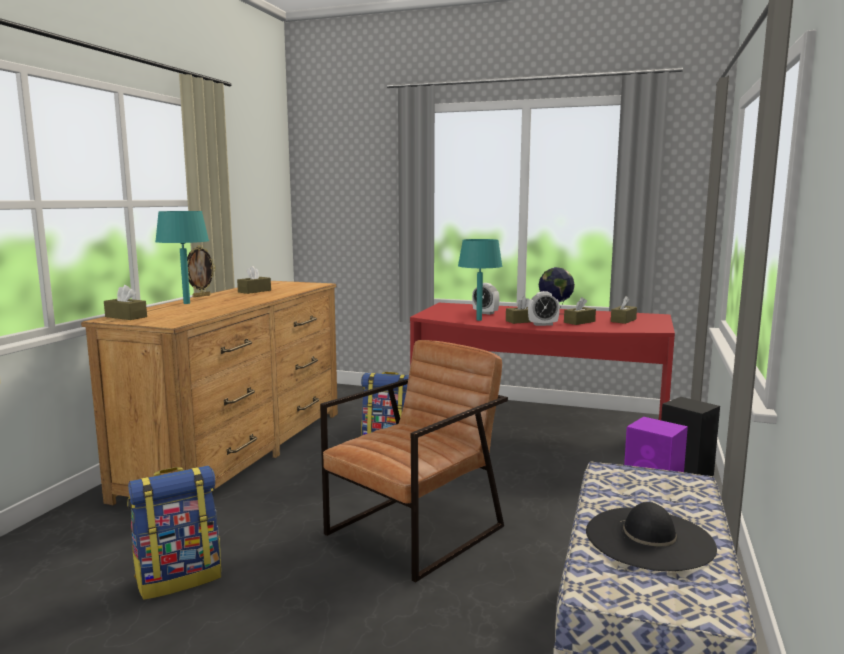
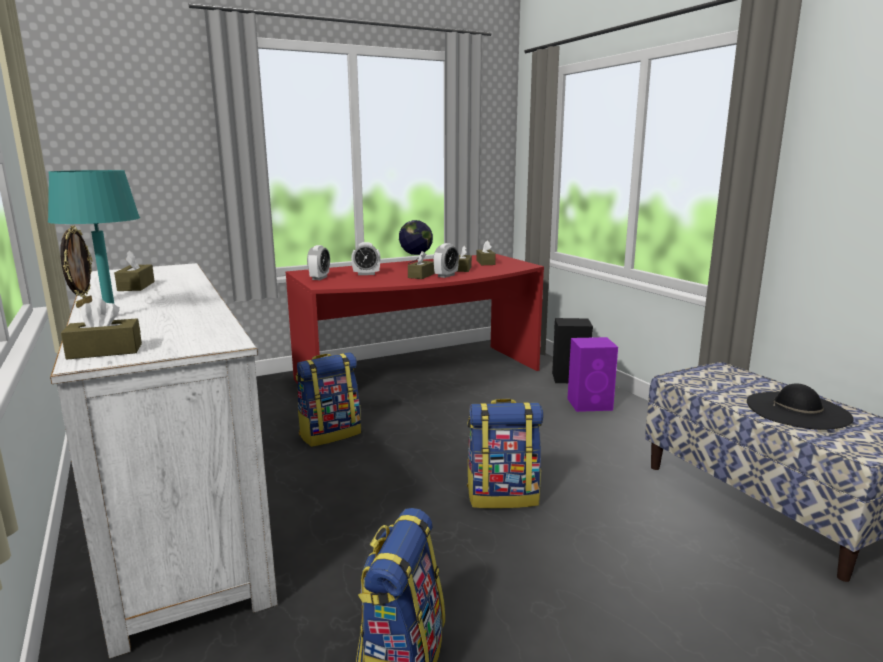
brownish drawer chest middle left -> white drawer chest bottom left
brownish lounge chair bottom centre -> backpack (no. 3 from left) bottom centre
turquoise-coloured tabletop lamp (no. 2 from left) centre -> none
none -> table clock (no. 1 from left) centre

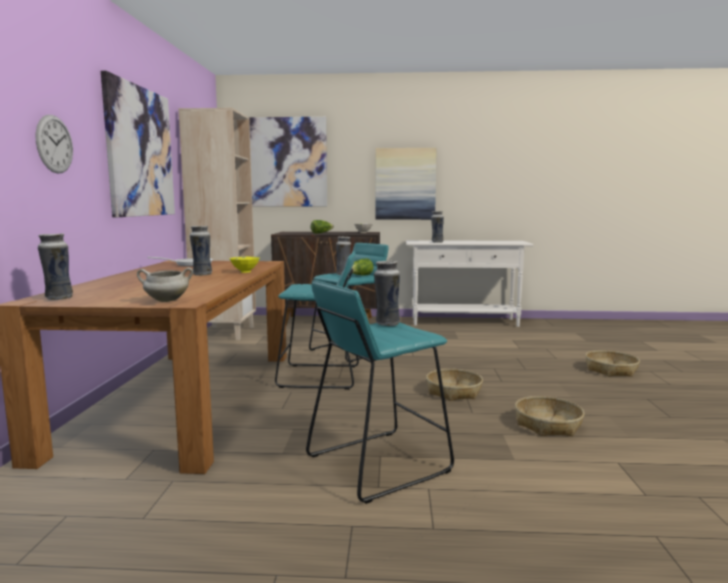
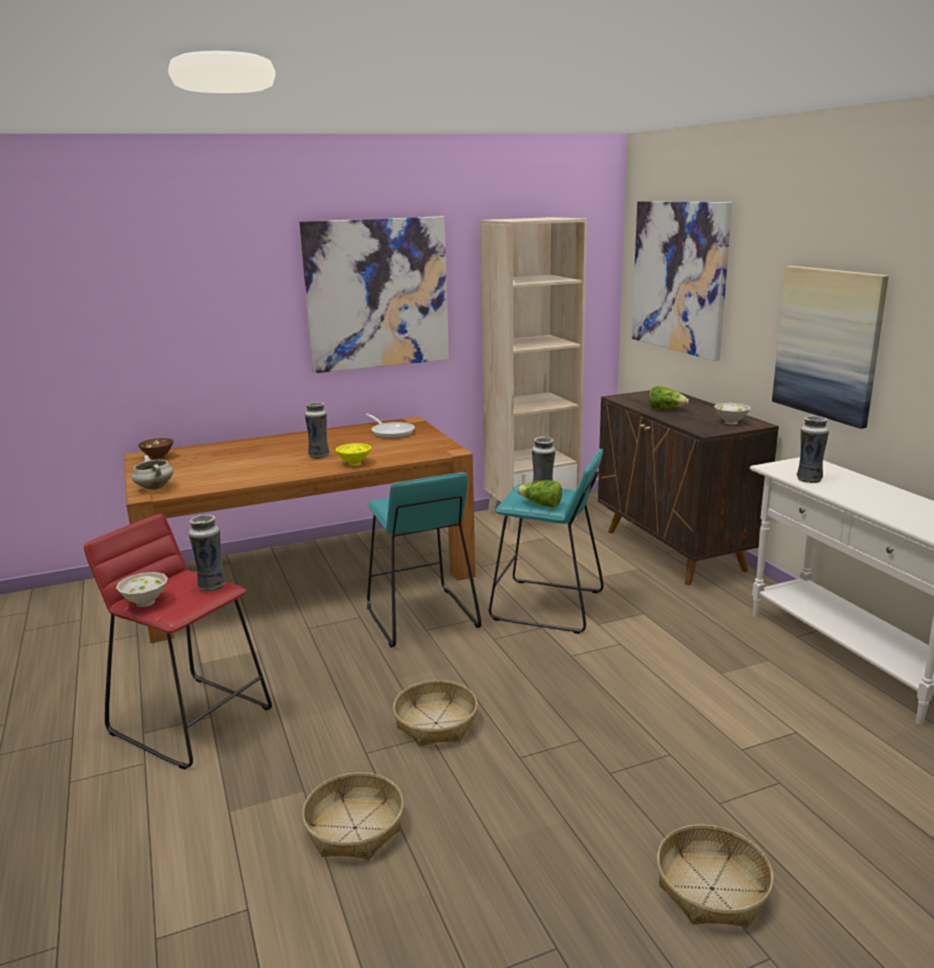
hanging clock top left -> none
vase (no. 1 from left) middle left -> brownish bowl middle left
turquoise-coloured stool seat (no. 3 from left) bottom centre -> red-coloured stool seat middle left
none -> white bowl (no. 1 from left) middle left

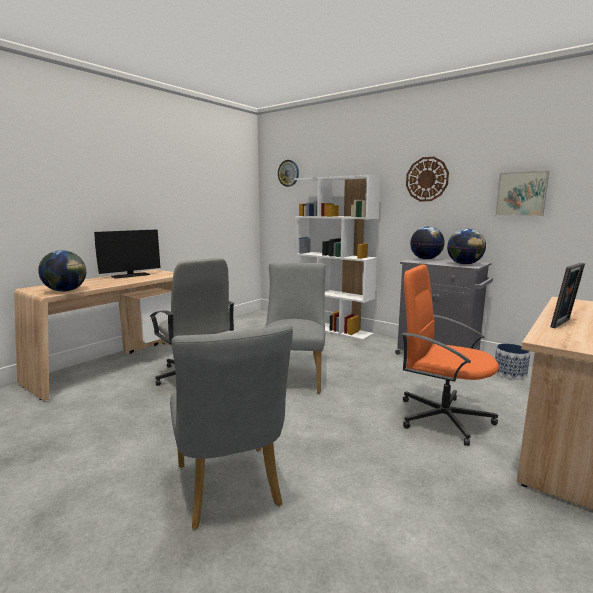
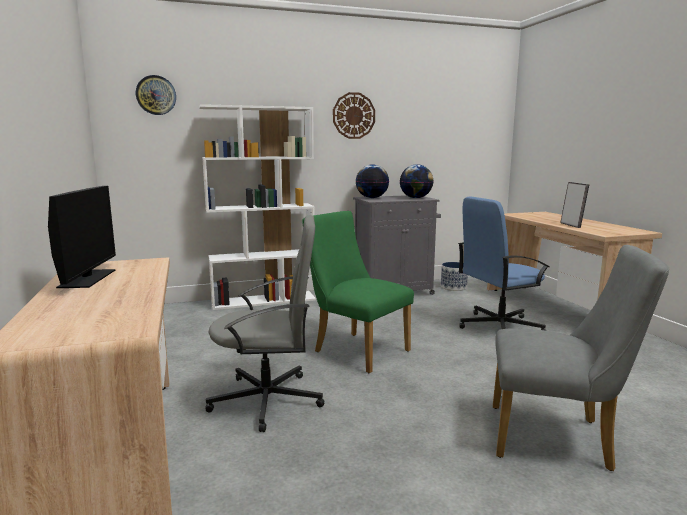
desk globe (no. 1 from left) middle left -> none
grey chair (no. 2 from left) centre -> green chair centre
orange-coloured desk chair middle right -> blue-coloured desk chair middle right
picture top right -> none

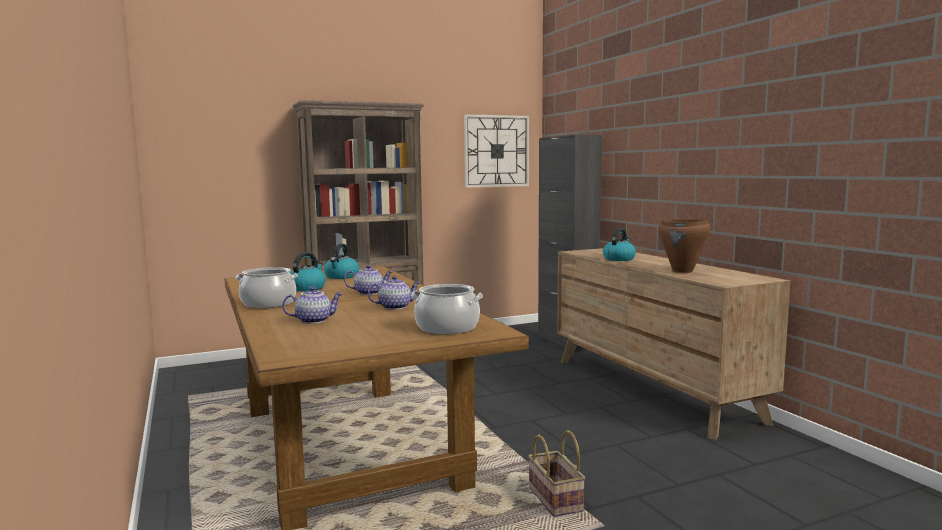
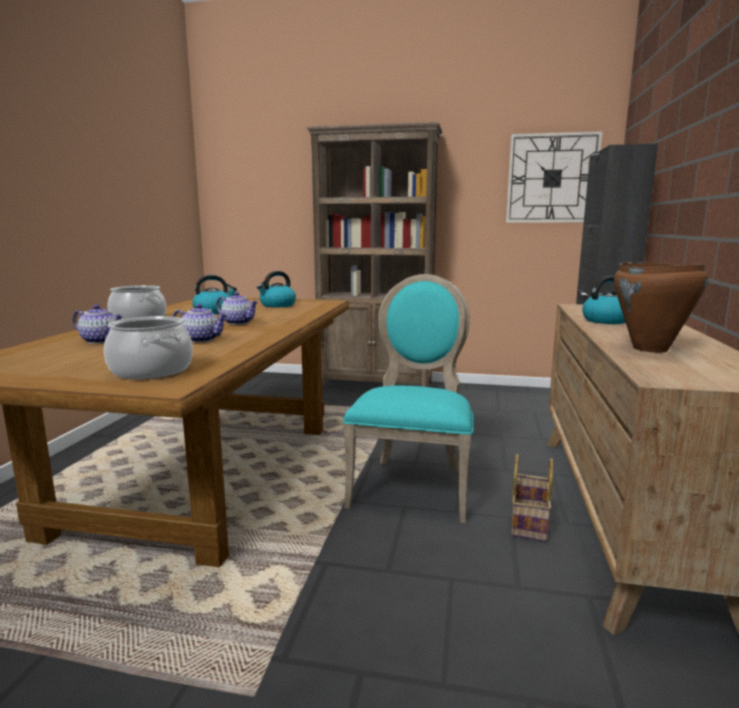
storage basket bottom centre -> storage basket bottom right, relocated
none -> turquoise-coloured chair centre

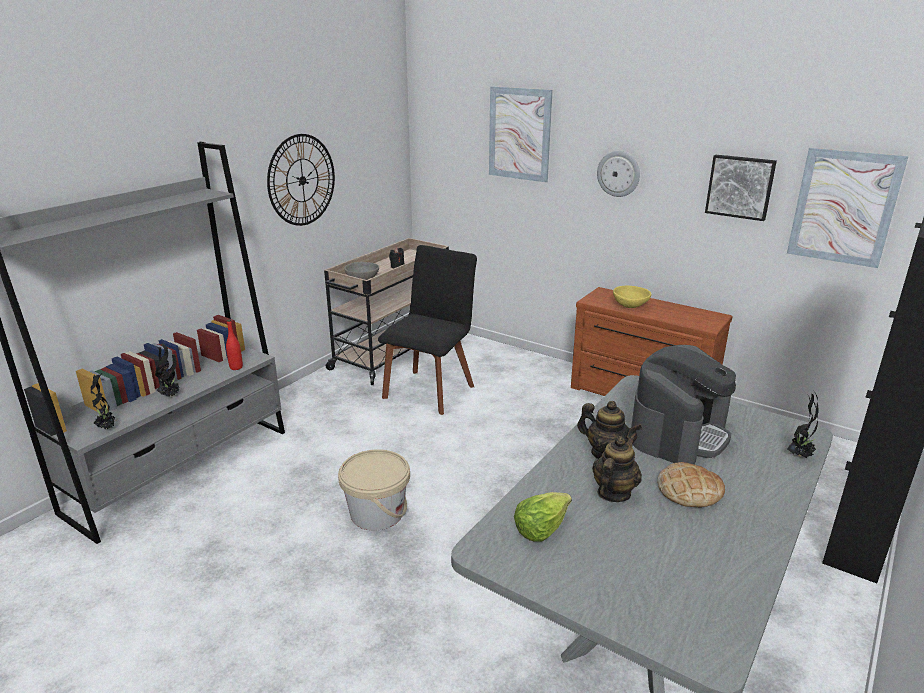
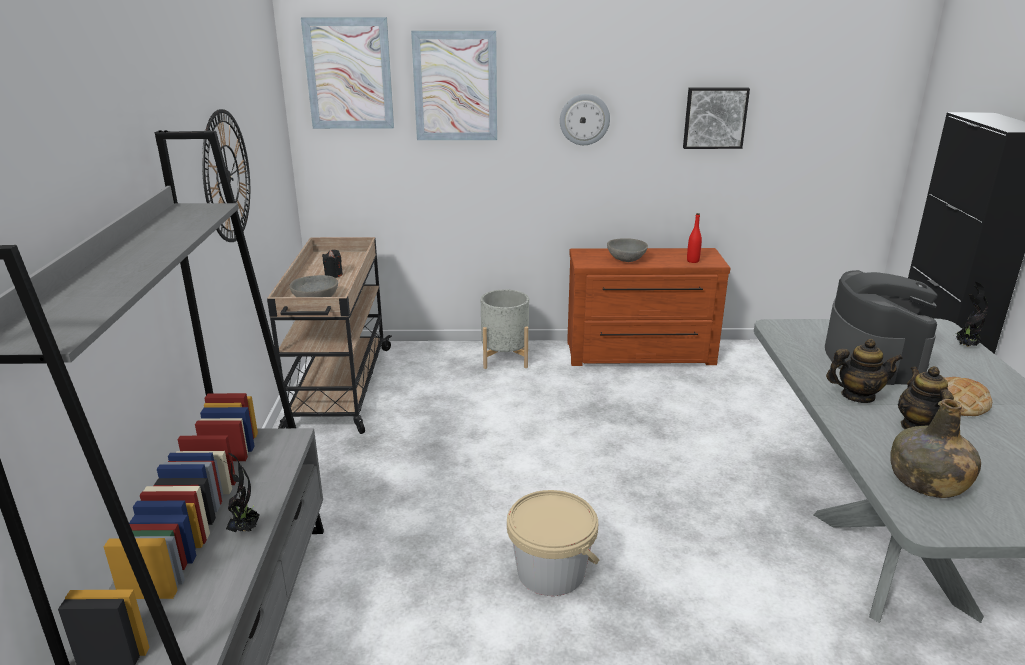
potted plant (no. 1 from left) middle left -> none
red-coloured bottle middle left -> red-coloured bottle middle right, relocated
blackish chair centre -> none
lettuce head bottom centre -> green bottle bottom right
yellowish bowl middle right -> grey bowl (no. 2 from left) centre
picture (no. 3 from left in the first image) top right -> picture (no. 1 from left) top centre, relocated
none -> grey planter centre

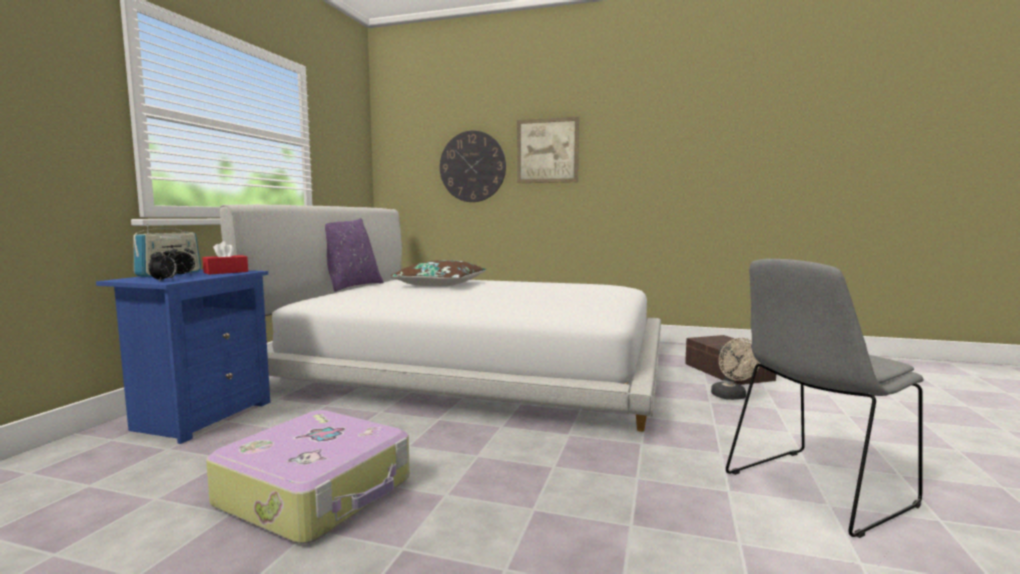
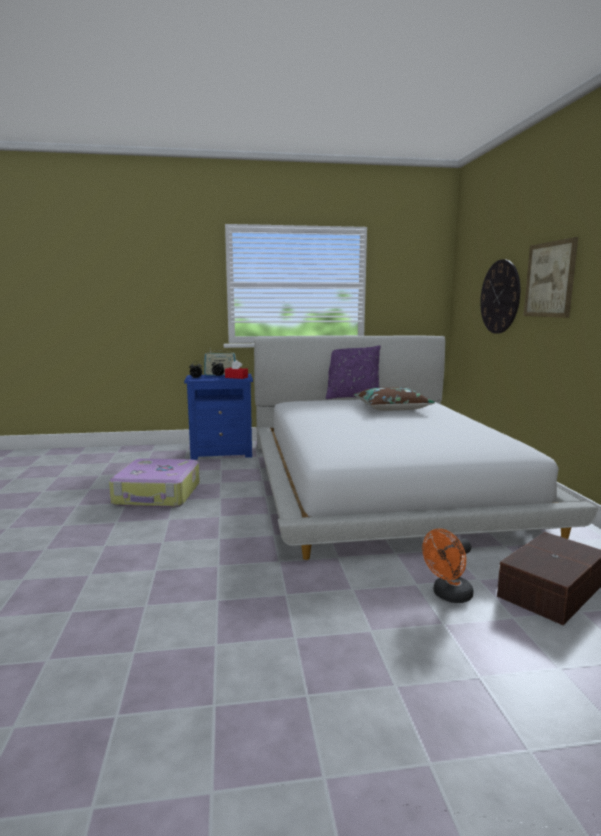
sand-coloured fan middle right -> orange-coloured fan bottom right
grey chair bottom right -> none

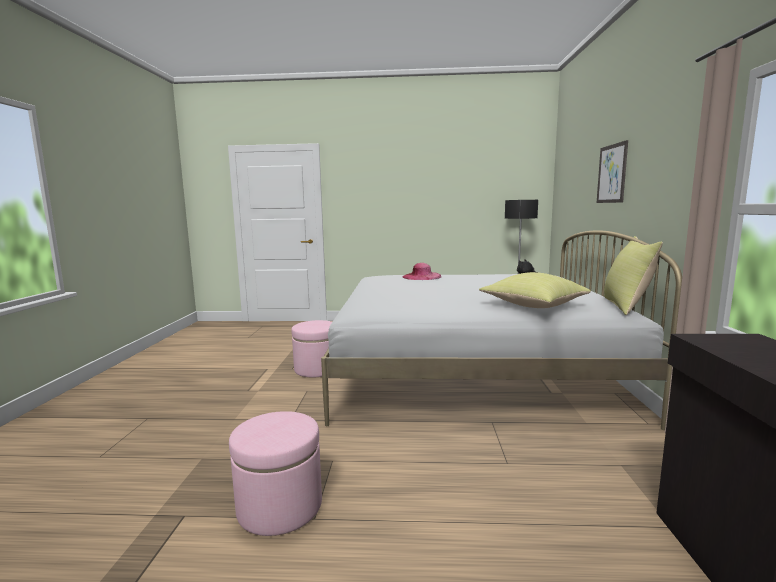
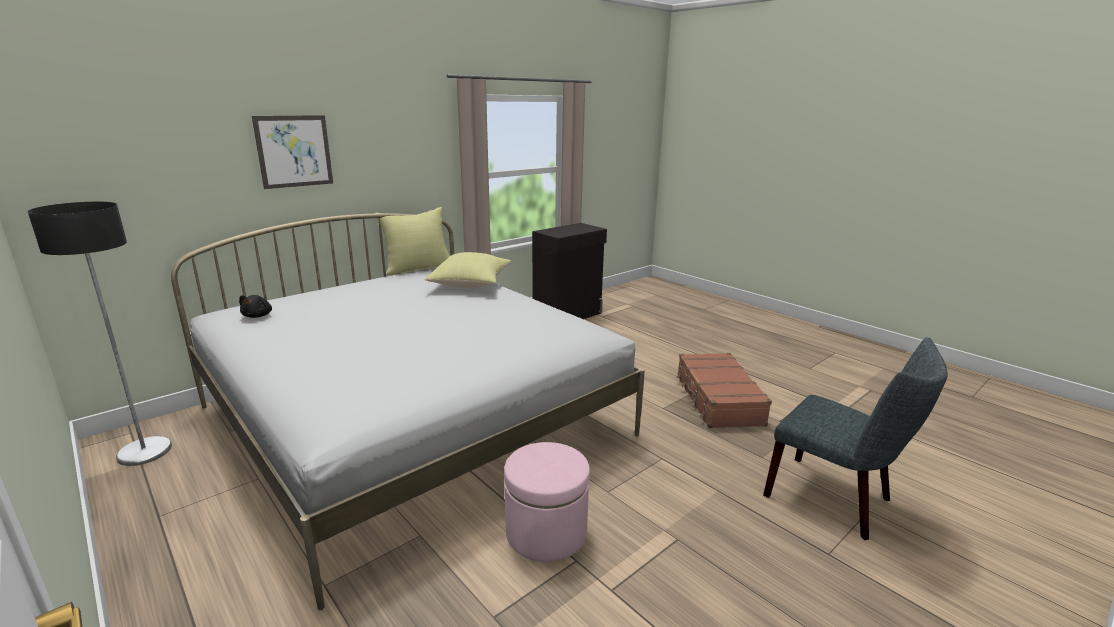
pink-coloured footrest (no. 1 from left) bottom centre -> brownish travel case centre
pink-coloured hat centre -> none
none -> grey chair bottom right

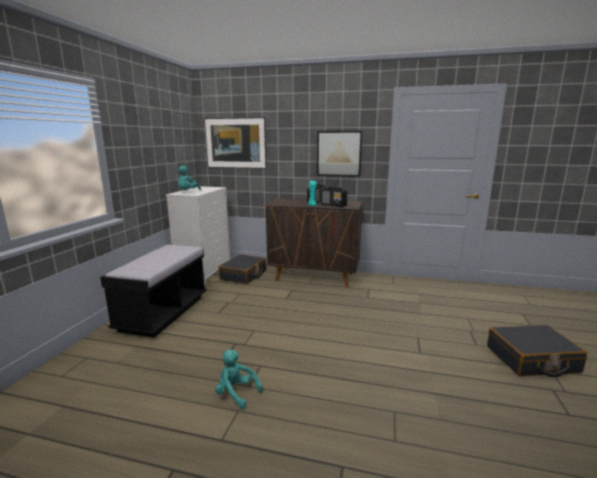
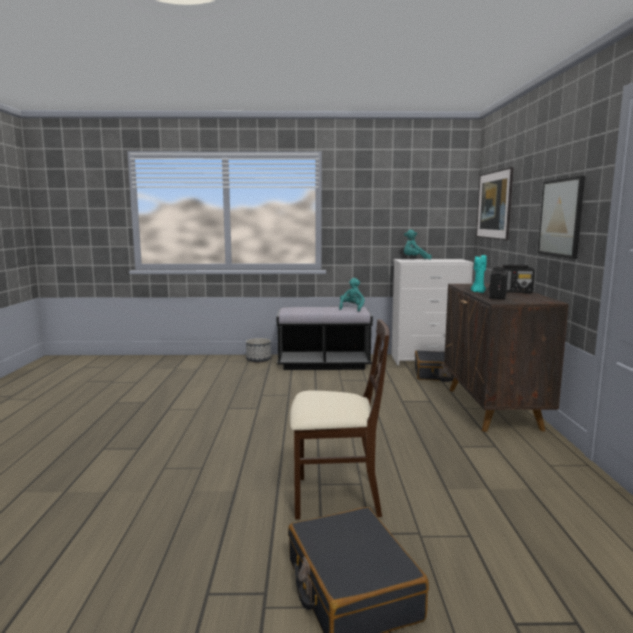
turquoise-coloured cuddly toy (no. 2 from left in the first image) bottom centre -> turquoise-coloured cuddly toy (no. 1 from left) centre, relocated
none -> planter centre
none -> sand-coloured chair centre

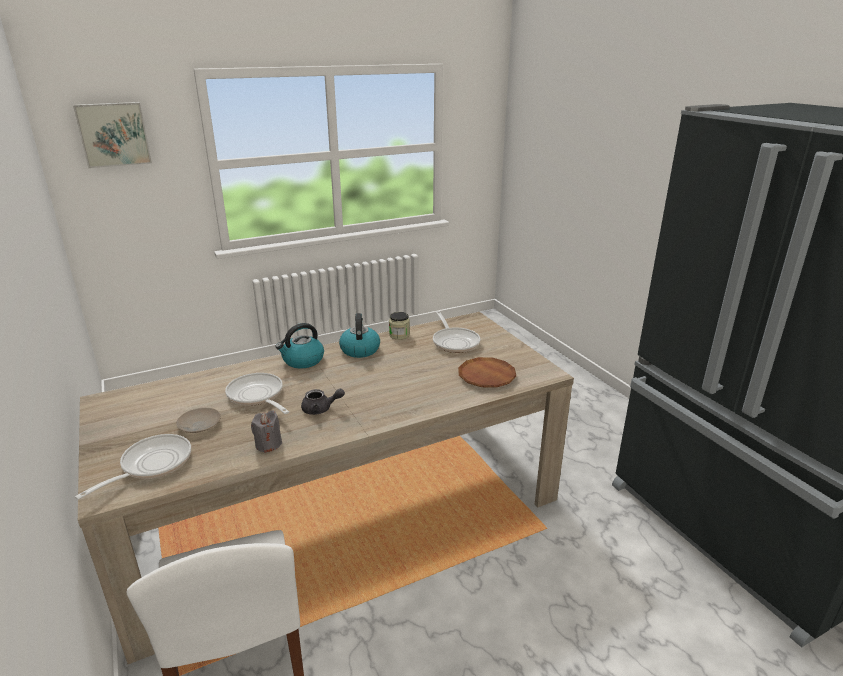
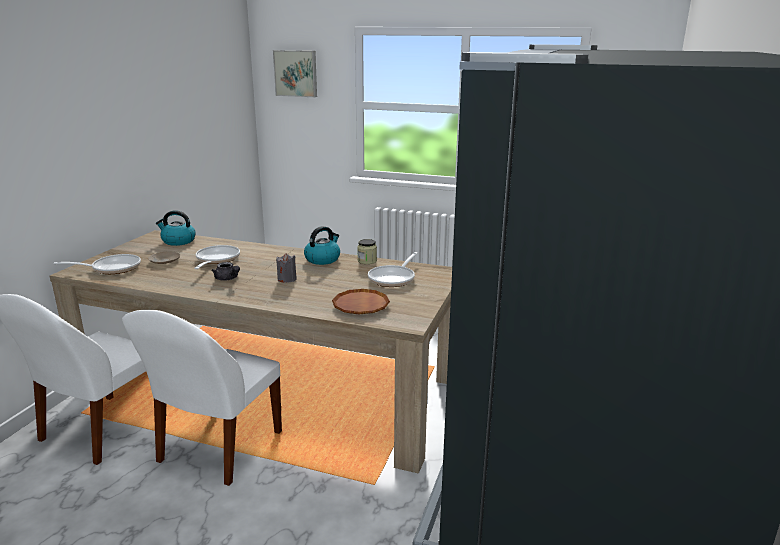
grey wax light middle left -> grey wax light centre, relocated
water kettle (no. 1 from left) centre -> water kettle (no. 1 from left) middle left, relocated
none -> white chair (no. 2 from left) bottom left

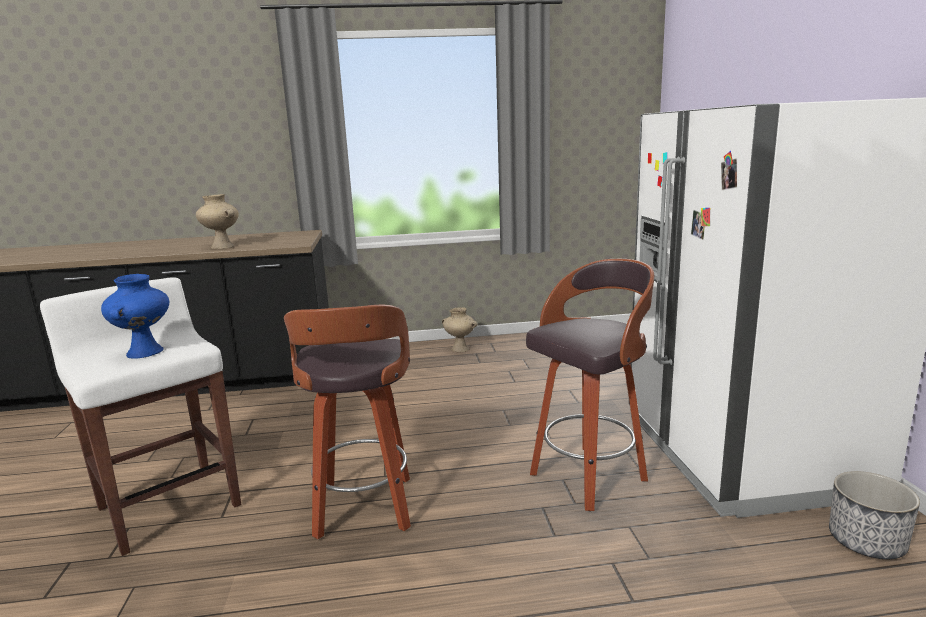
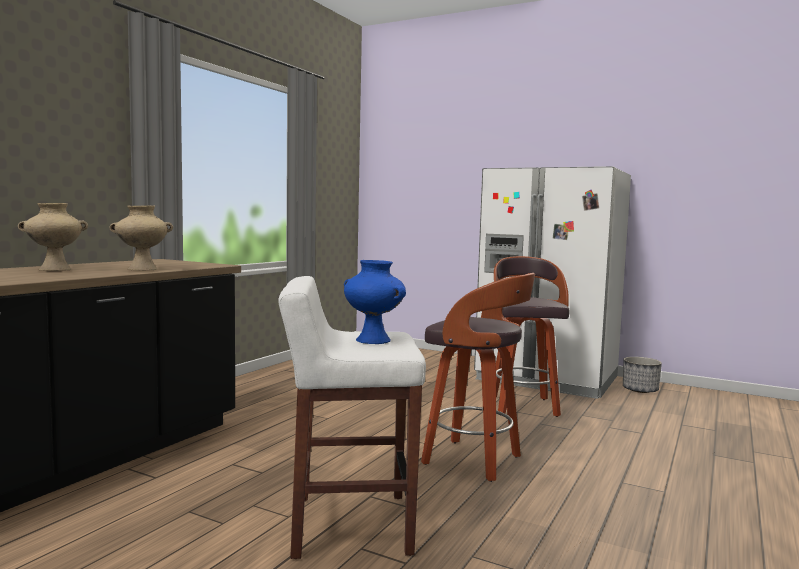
sand-coloured vase (no. 2 from left in the first image) centre -> sand-coloured vase (no. 1 from left) middle left, relocated

